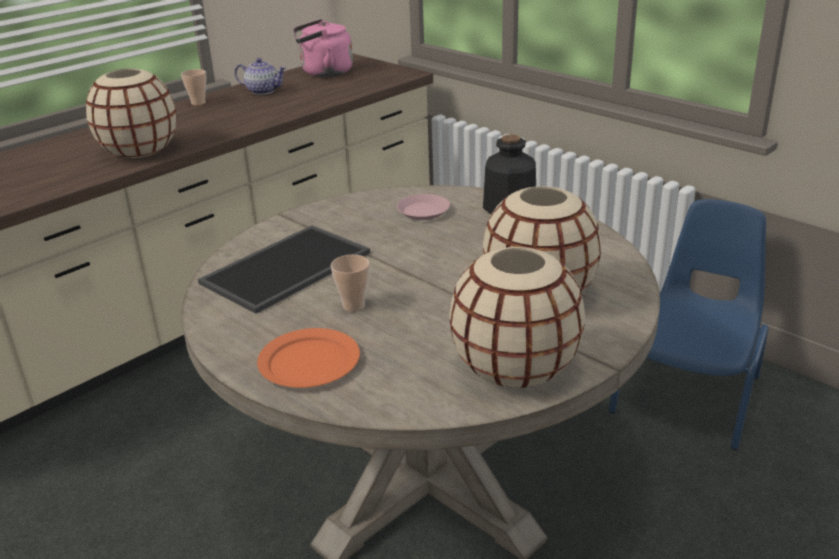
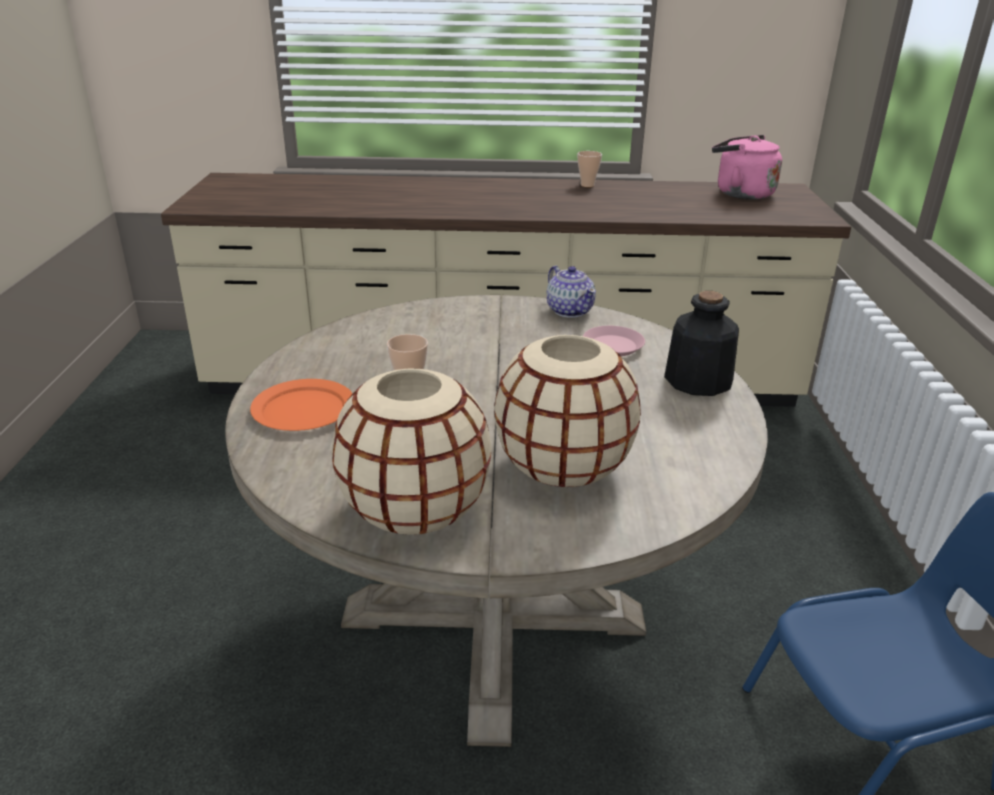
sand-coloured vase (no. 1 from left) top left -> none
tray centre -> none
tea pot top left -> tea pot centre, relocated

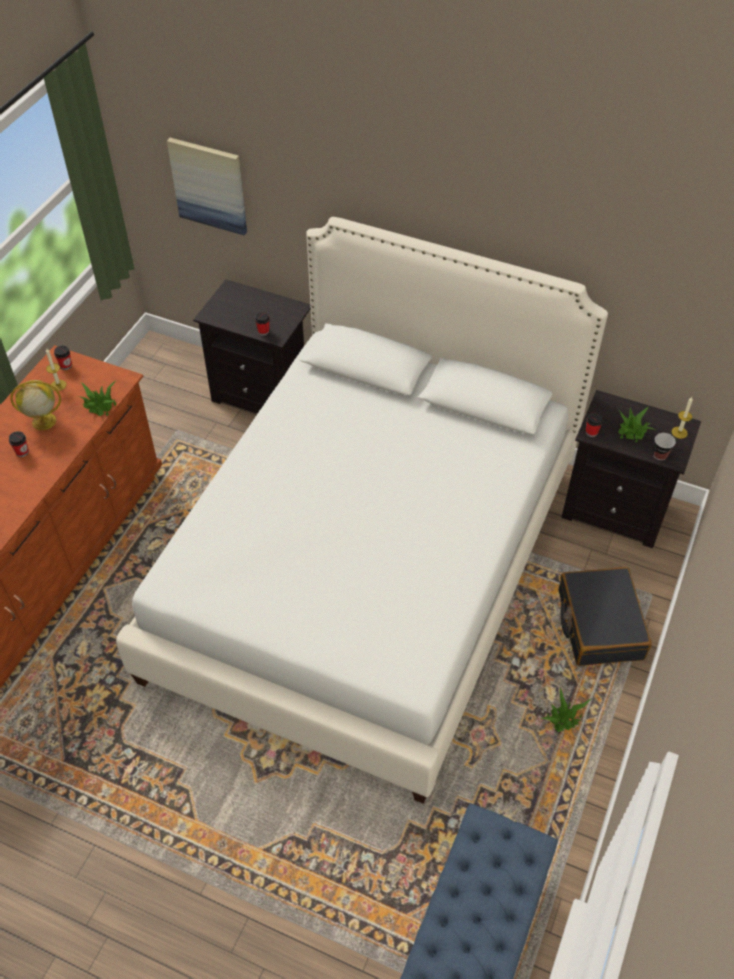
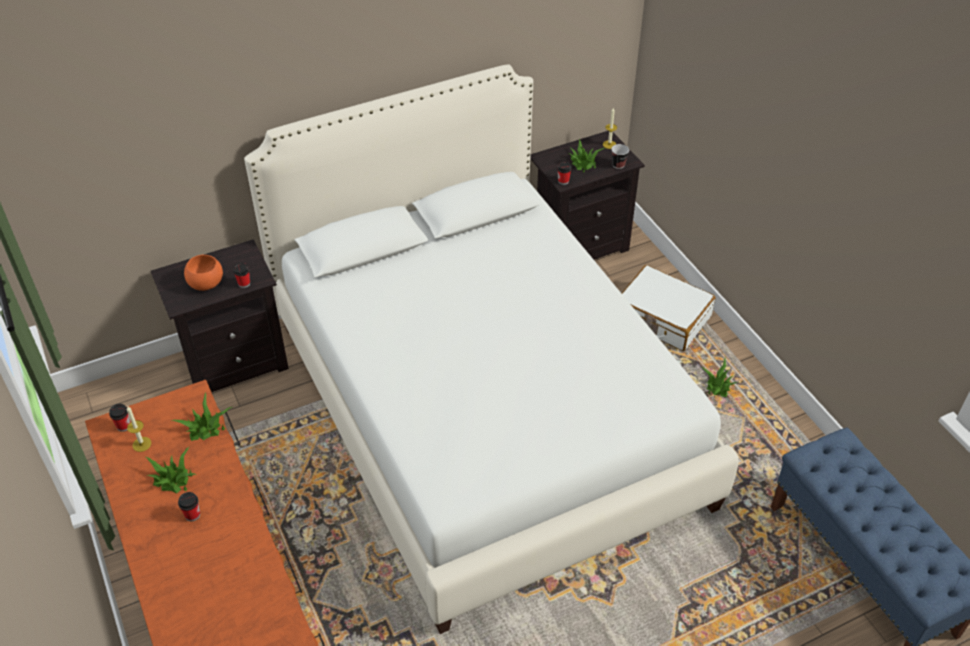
desk globe middle left -> potted plant (no. 1 from left) bottom left
picture top left -> none
blackish travel case middle right -> white travel case middle right
none -> orange-coloured bowl middle left

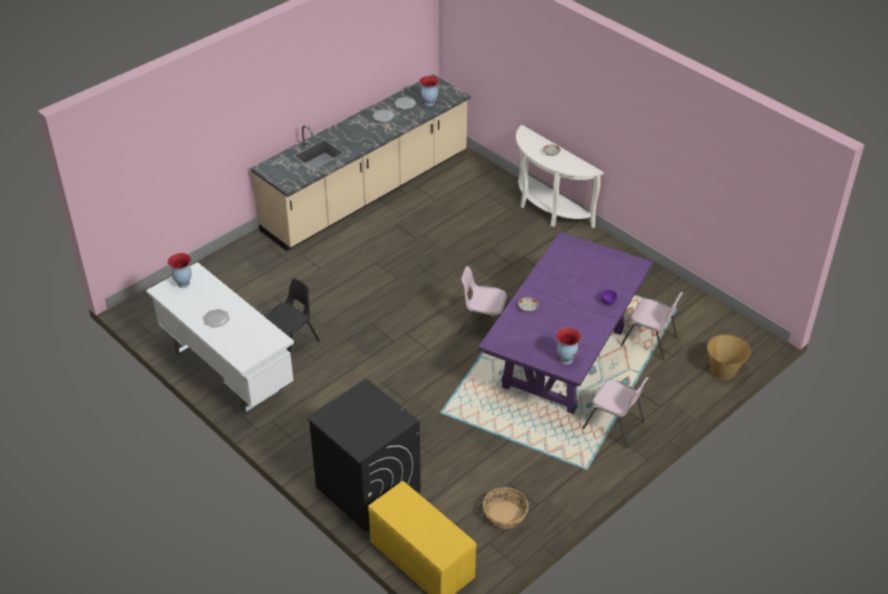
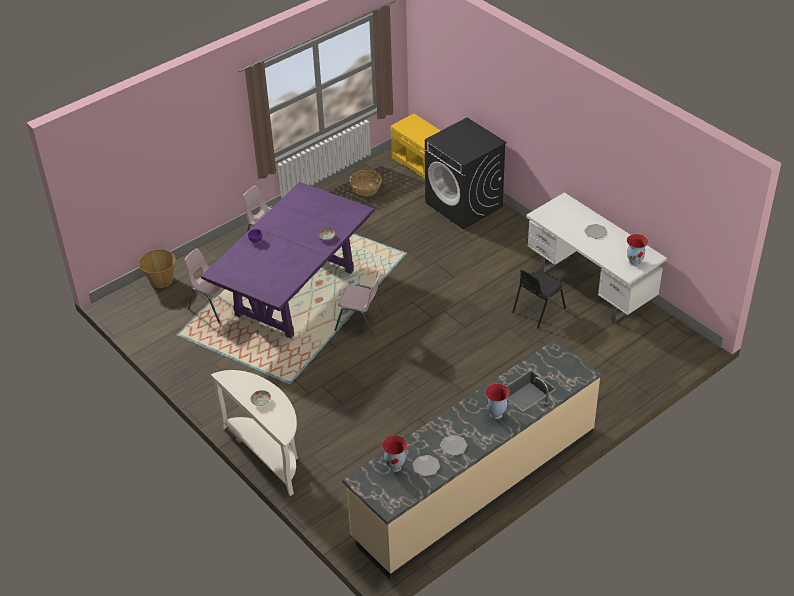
vase (no. 3 from left in the first image) centre -> vase (no. 2 from left) bottom centre, relocated

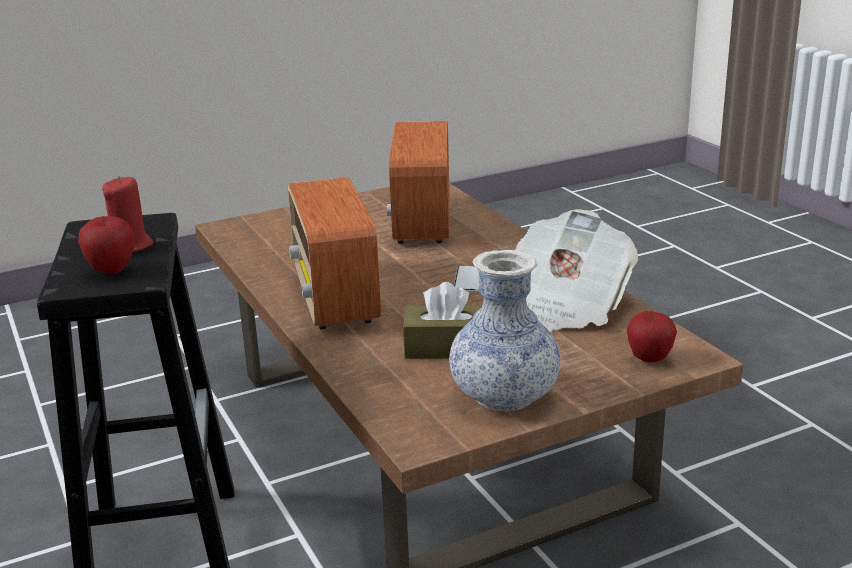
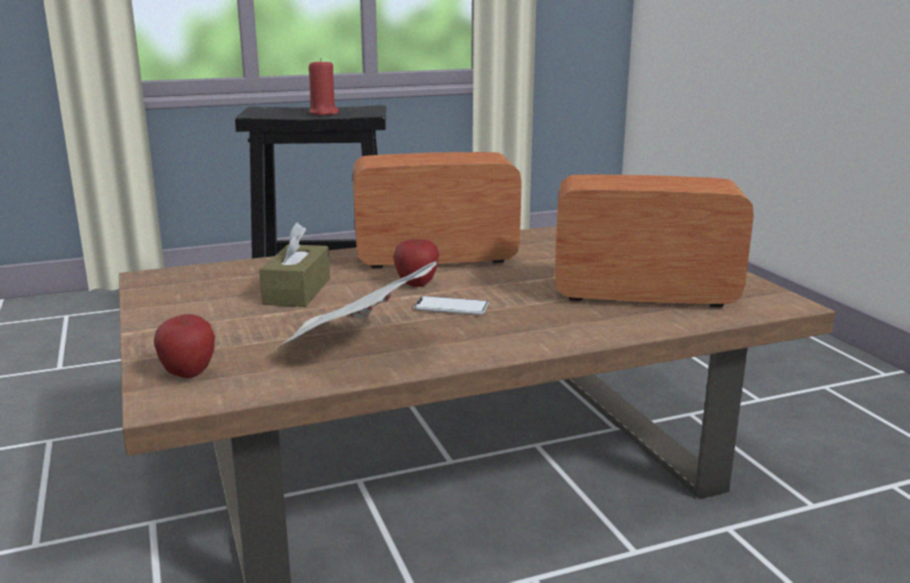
apple fruit (no. 1 from left in the first image) middle left -> apple fruit (no. 2 from left) centre, relocated
vase centre -> none

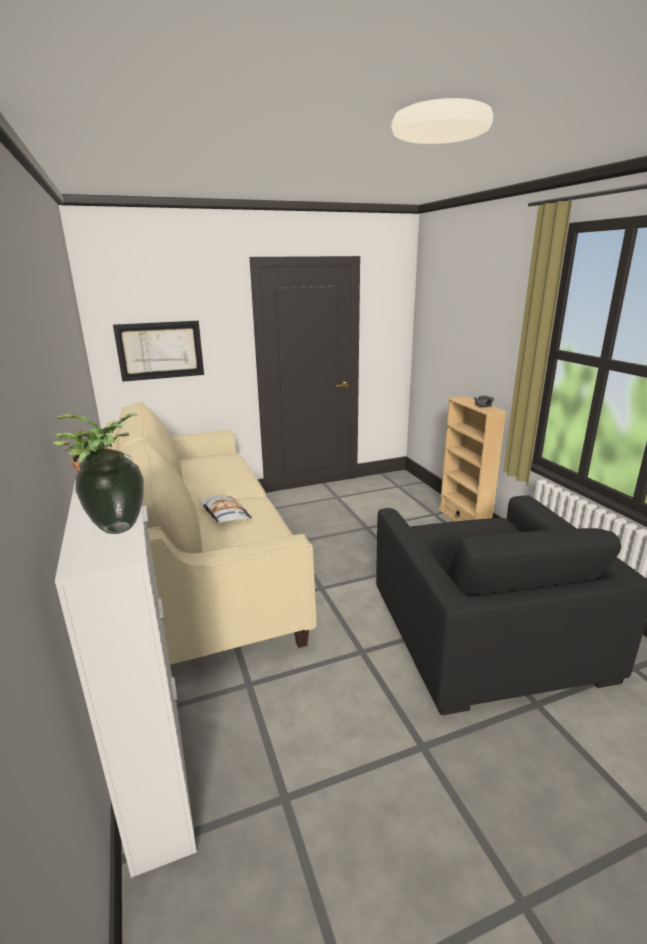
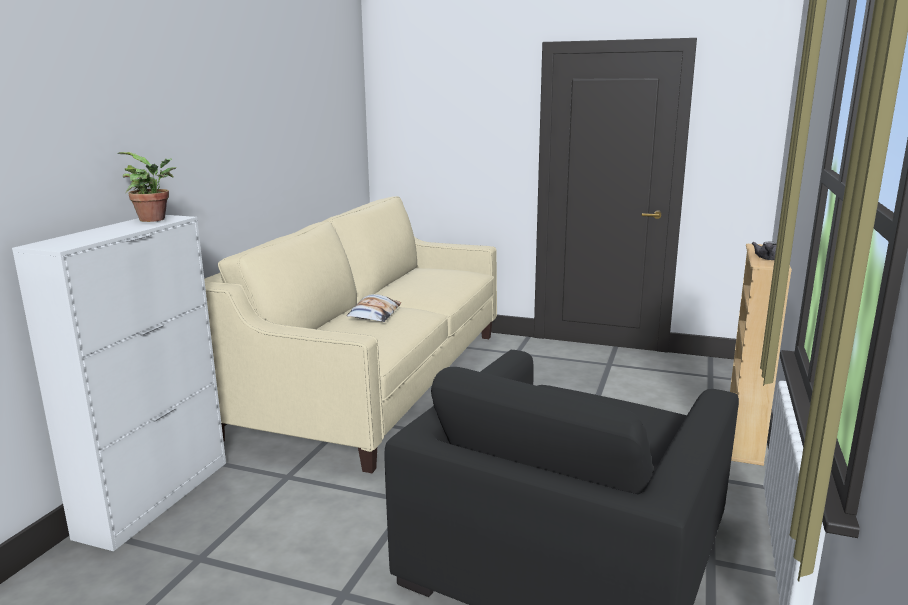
vase middle left -> none
picture middle left -> none

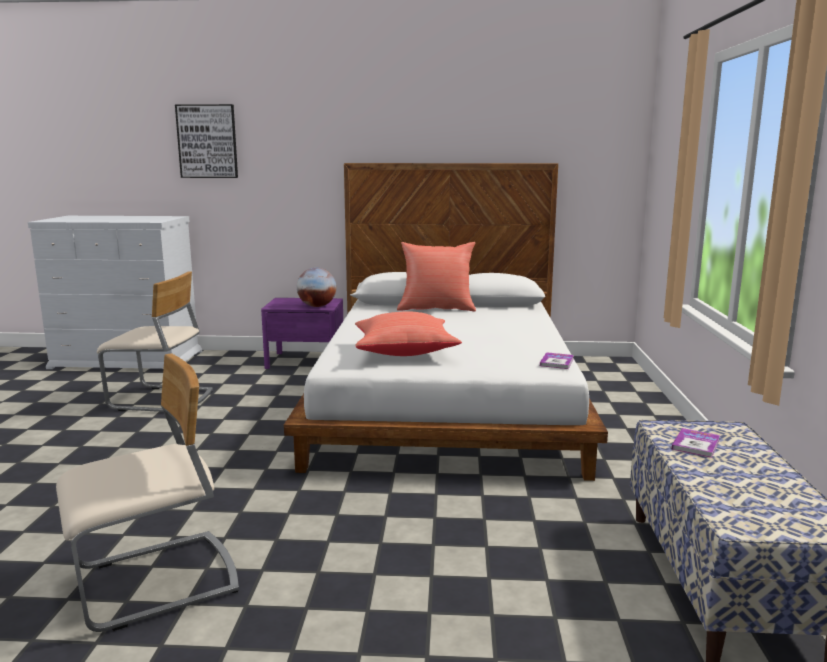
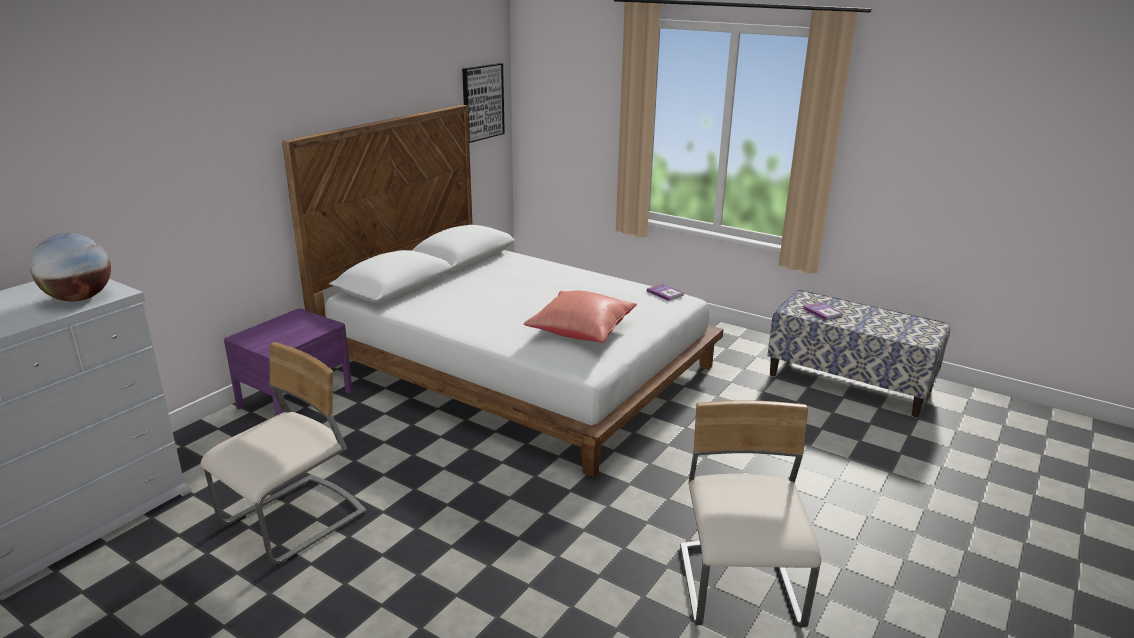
picture top left -> picture top centre, relocated
desk globe centre -> desk globe middle left, relocated
red-coloured pillow (no. 2 from left) centre -> none

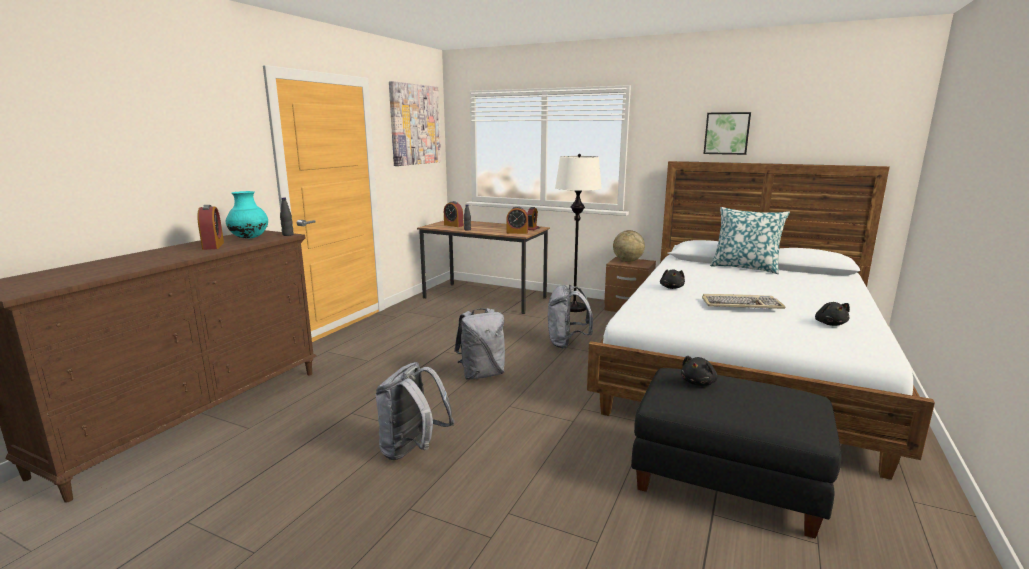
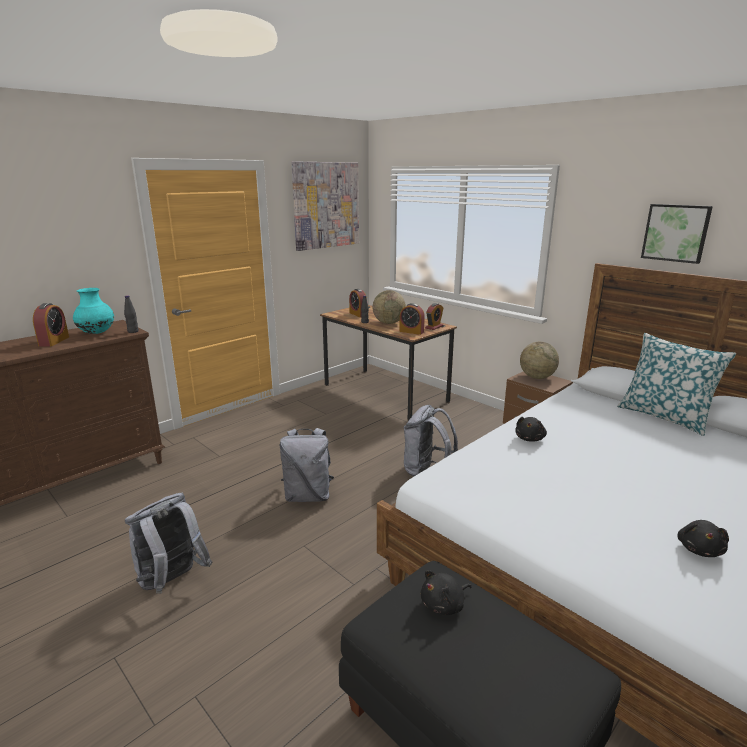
white standard lamp centre -> none
keyboard middle right -> none
none -> desk globe (no. 1 from left) centre

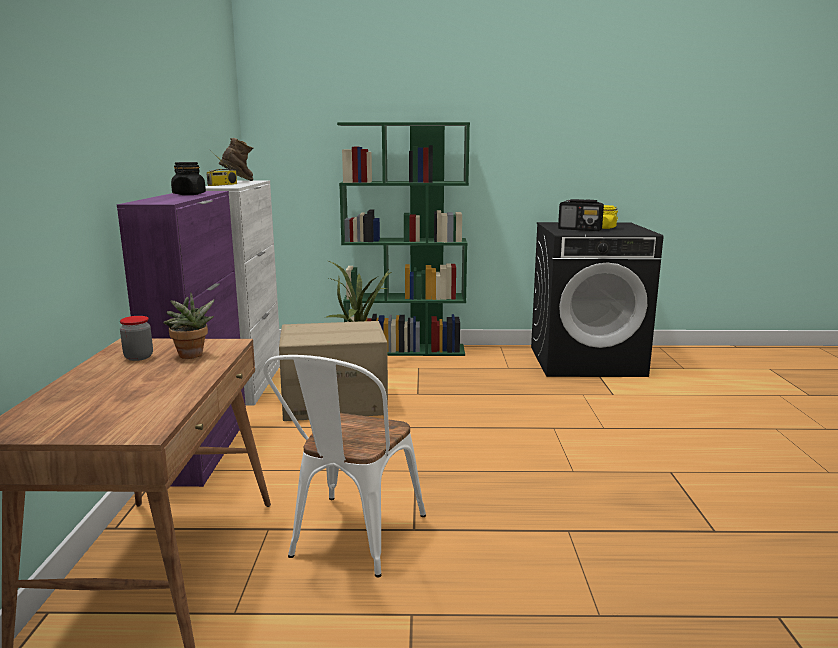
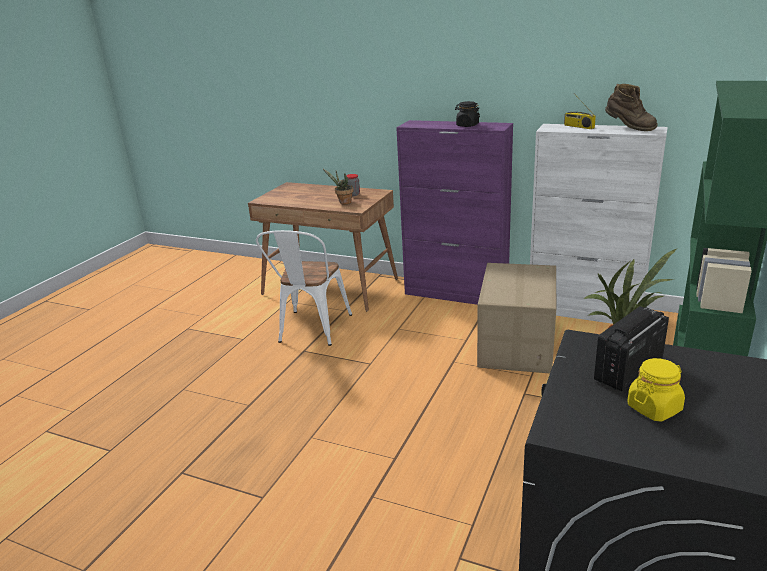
white chair bottom centre -> white chair centre, 120 degrees counterclockwise

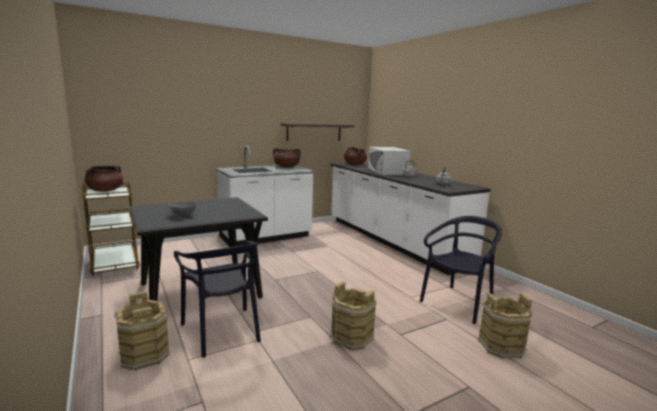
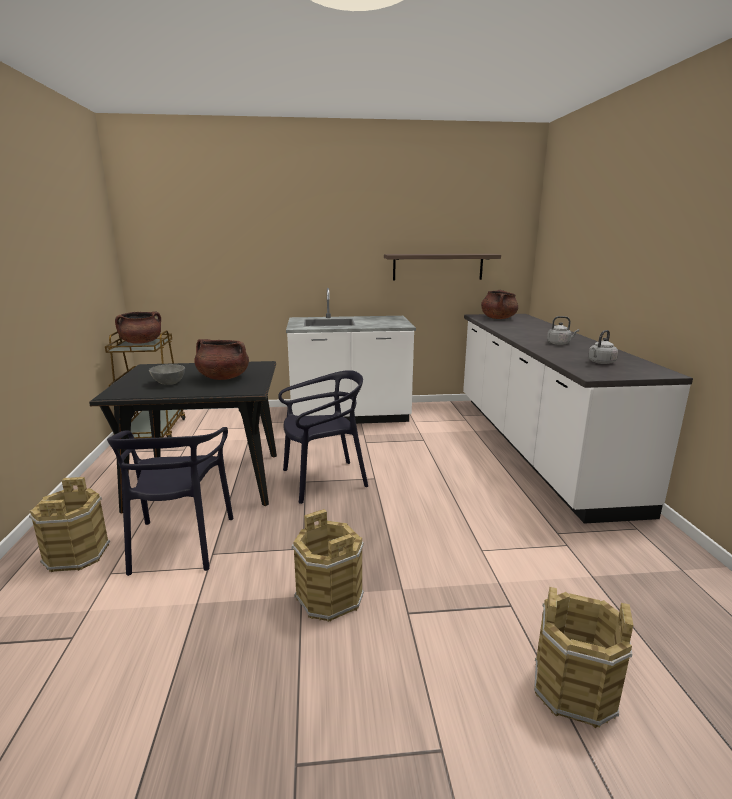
brownish stockpot (no. 2 from left) centre -> brownish stockpot (no. 2 from left) middle left, relocated
white kitchen microwave centre -> none
blackish chair (no. 2 from left) middle right -> blackish chair (no. 2 from left) centre, relocated

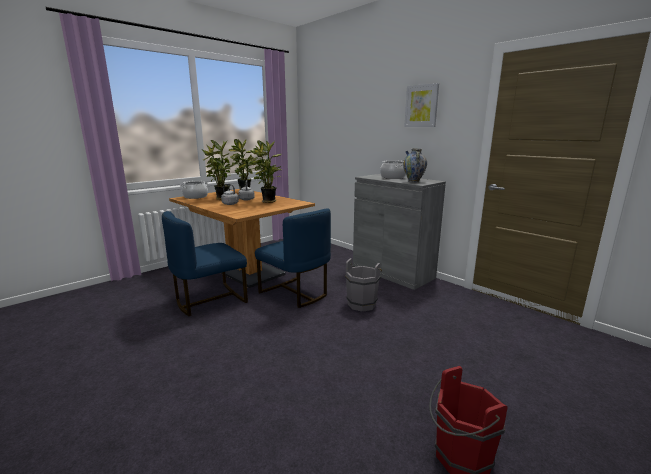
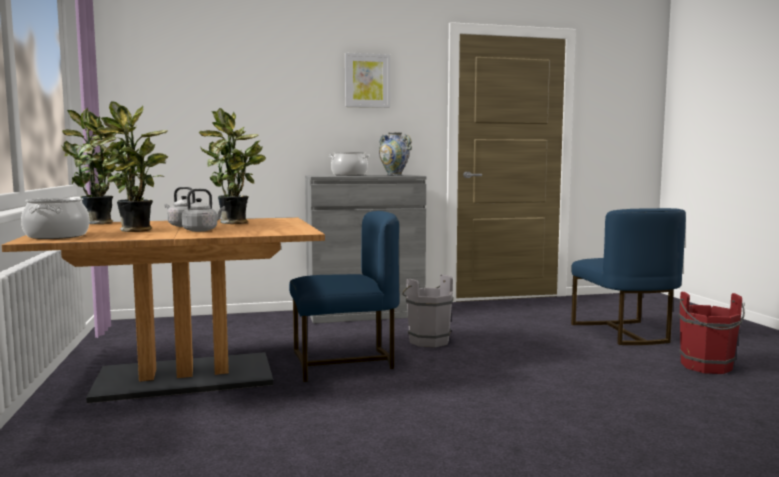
blue-coloured chair (no. 1 from left in the first image) middle left -> blue-coloured chair (no. 2 from left) middle right, relocated

